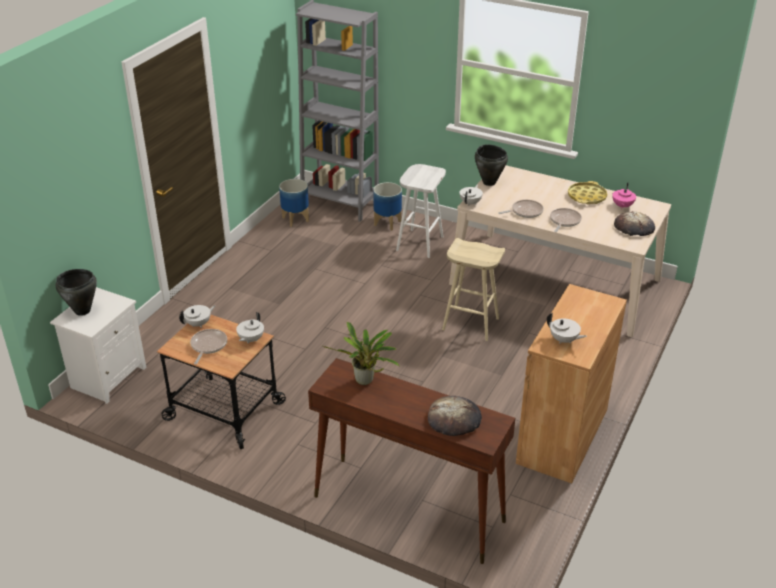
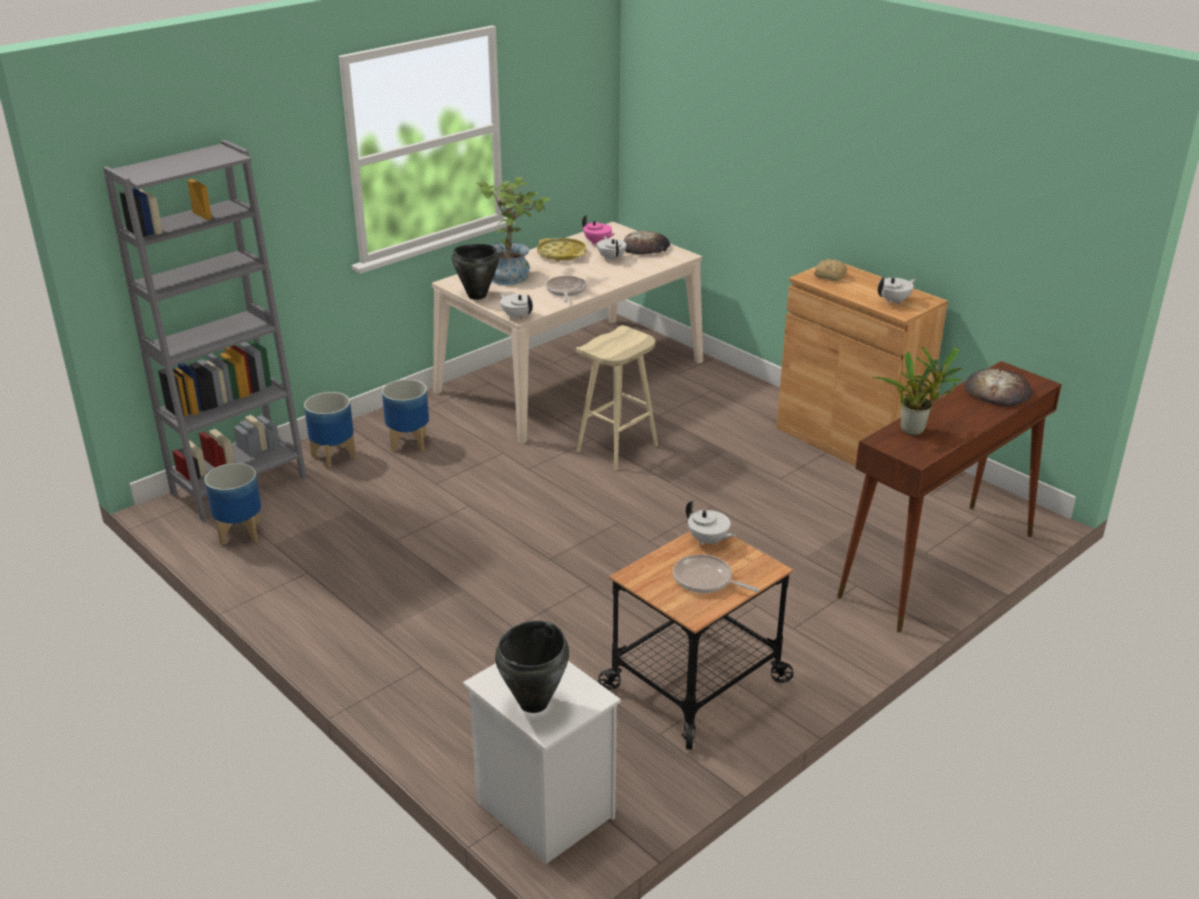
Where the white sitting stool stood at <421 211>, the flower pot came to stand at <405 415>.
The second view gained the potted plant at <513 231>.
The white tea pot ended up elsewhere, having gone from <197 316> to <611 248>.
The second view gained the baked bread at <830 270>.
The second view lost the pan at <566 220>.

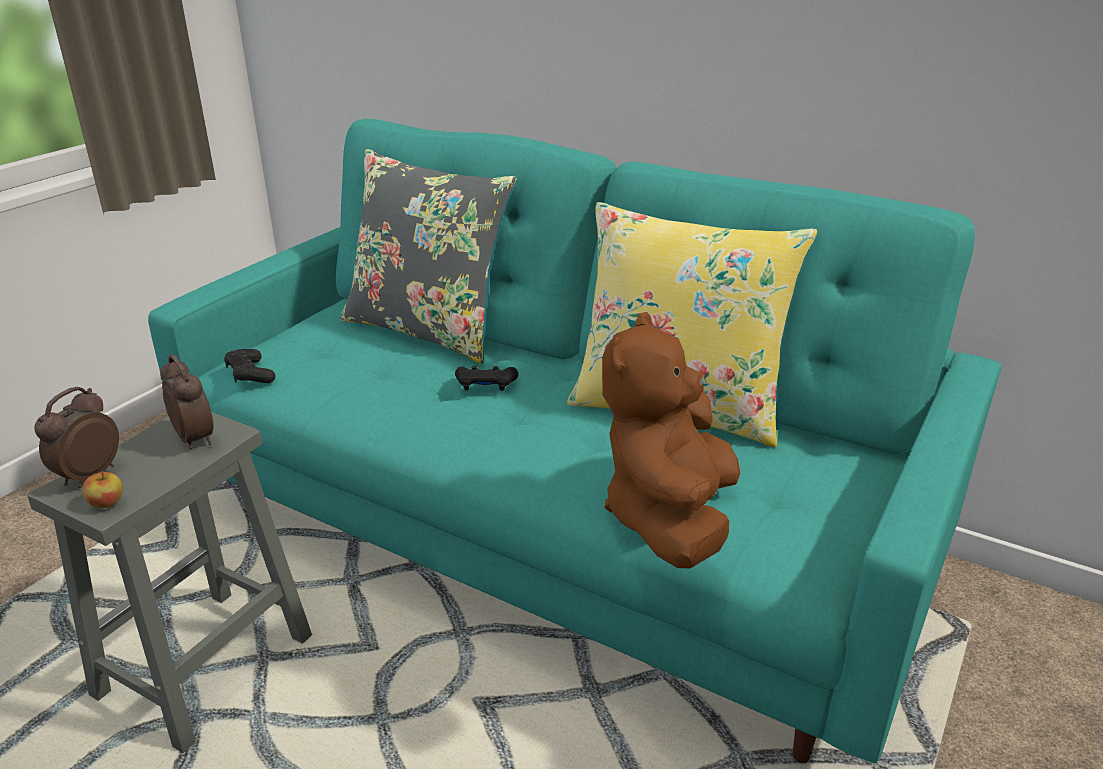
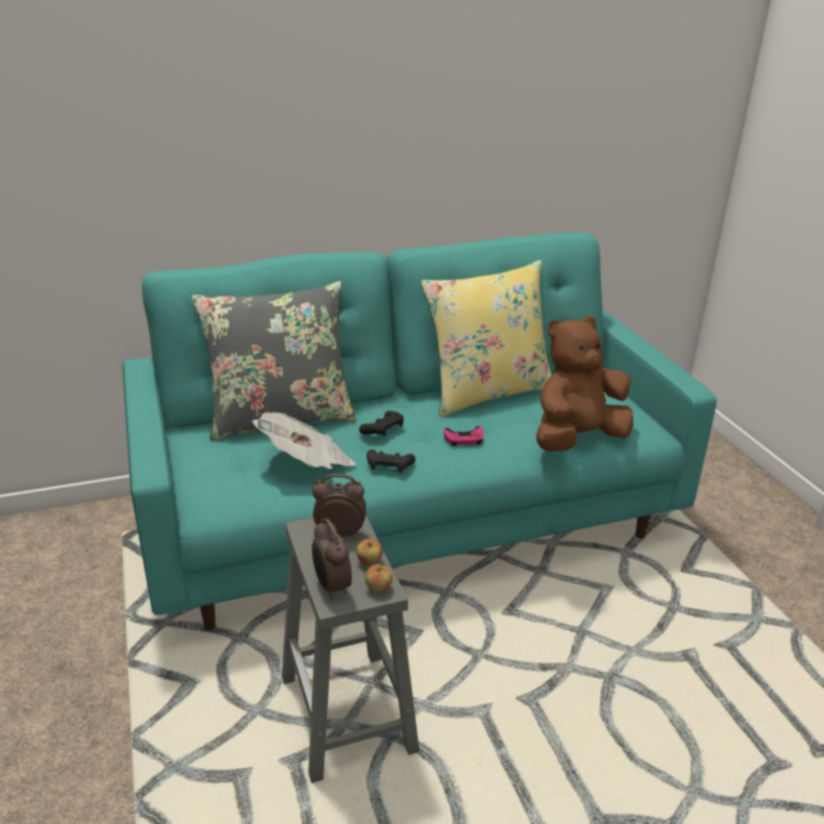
The second view gained the newspaper at <304 440>.
The second view gained the whole apple at <369 552>.
The blackish game controller ended up elsewhere, having gone from <249 366> to <391 461>.
The second view gained the pink-coloured game controller at <464 436>.
The brown soft toy at <671 440> ended up facing another way, 90 degrees clockwise from before.

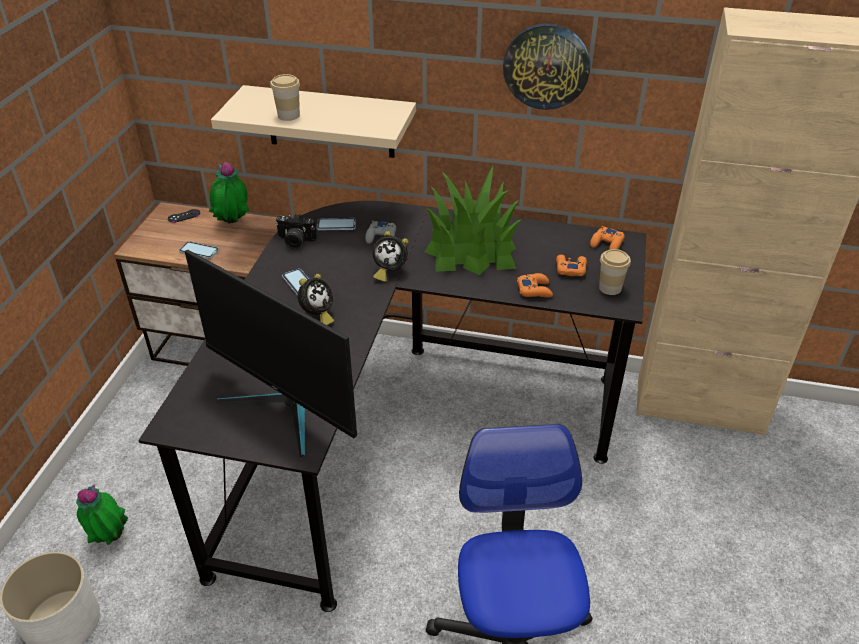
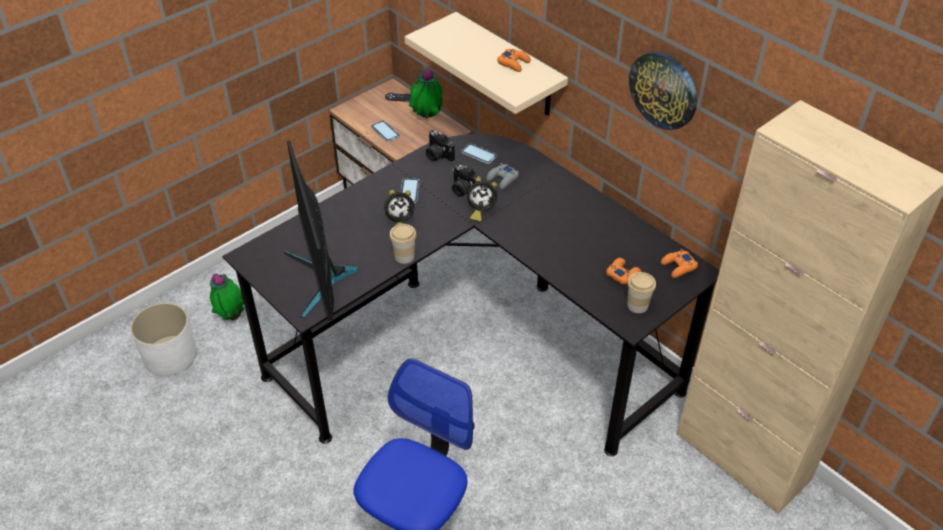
The drinking cup ended up elsewhere, having gone from <285 97> to <403 244>.
The second view gained the still camera at <467 180>.
The bedside clock at <390 256> ended up facing another way, 45 degrees counterclockwise from before.
The orange-coloured game controller ended up elsewhere, having gone from <535 285> to <514 60>.
The second view lost the potted plant at <473 220>.

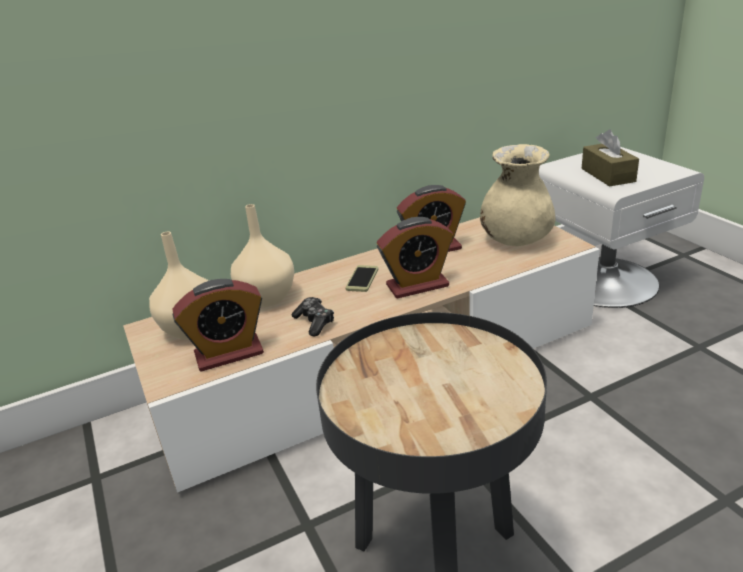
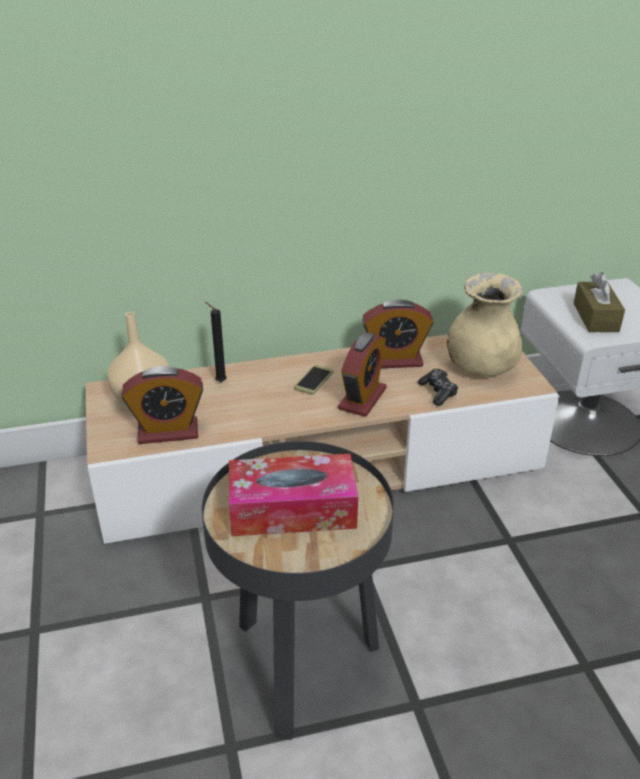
Where the beige-coloured vase stood at <262 255>, the blackish wax light came to stand at <216 342>.
The second view gained the tissue holder at <293 495>.
The bedside clock at <415 258> ended up facing another way, 60 degrees counterclockwise from before.
The game controller ended up elsewhere, having gone from <312 316> to <438 387>.

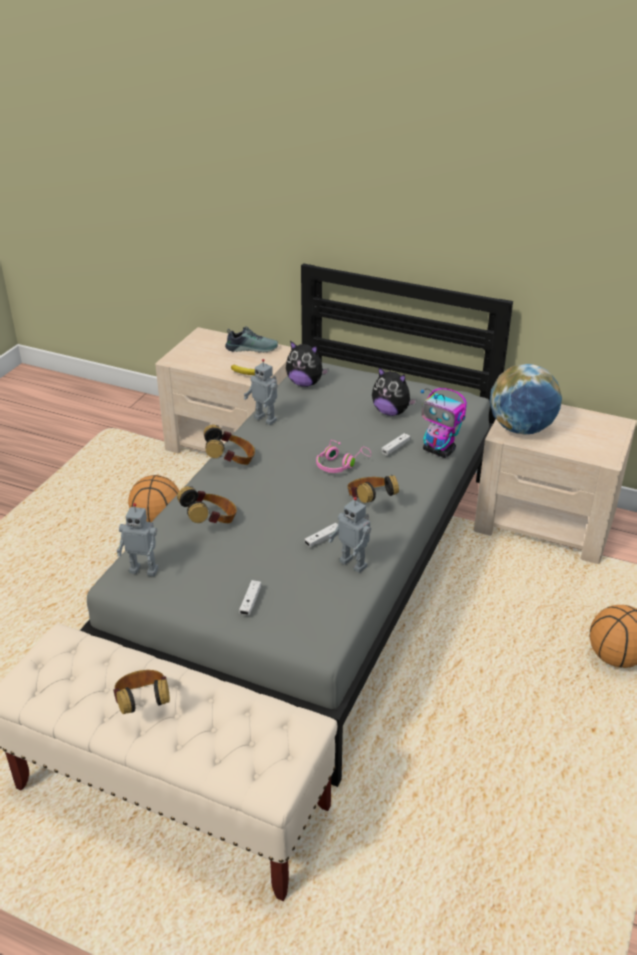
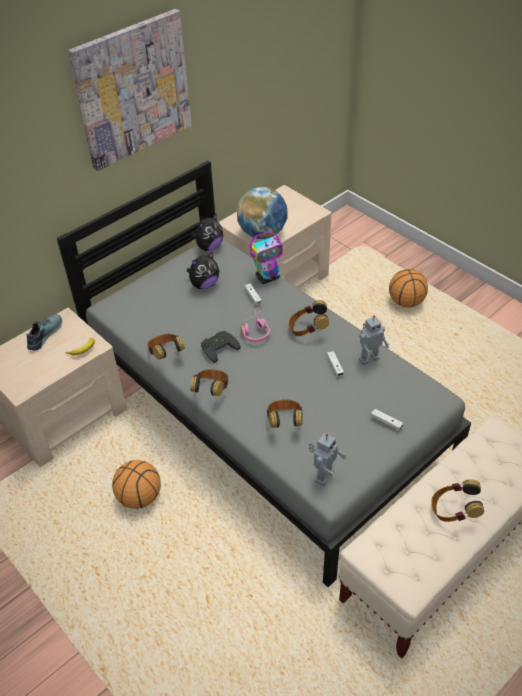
The second view gained the picture at <130 90>.
Where the model robot stood at <260 392>, the pair of headphones came to stand at <166 347>.
The soft toy ended up elsewhere, having gone from <307 364> to <207 232>.
The second view gained the blackish game controller at <221 347>.

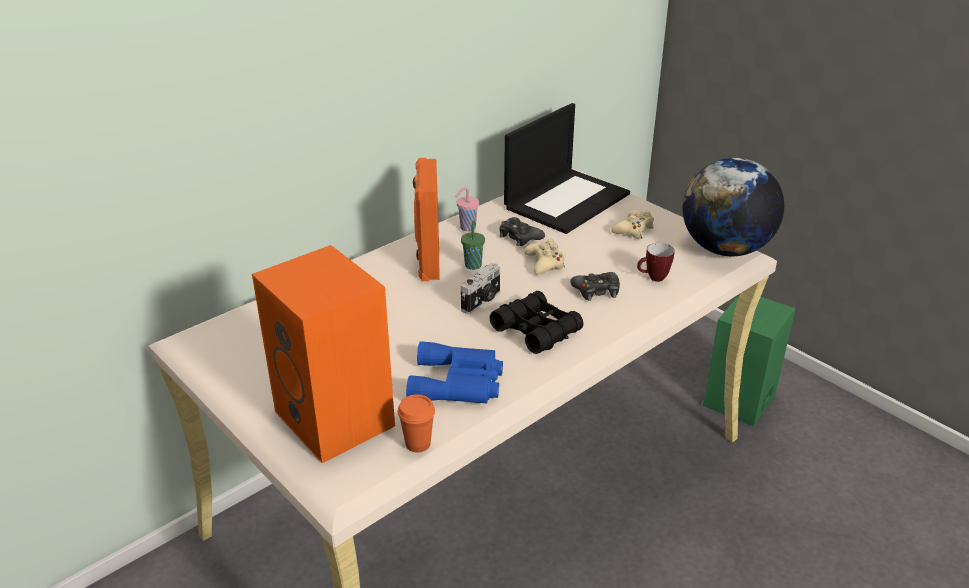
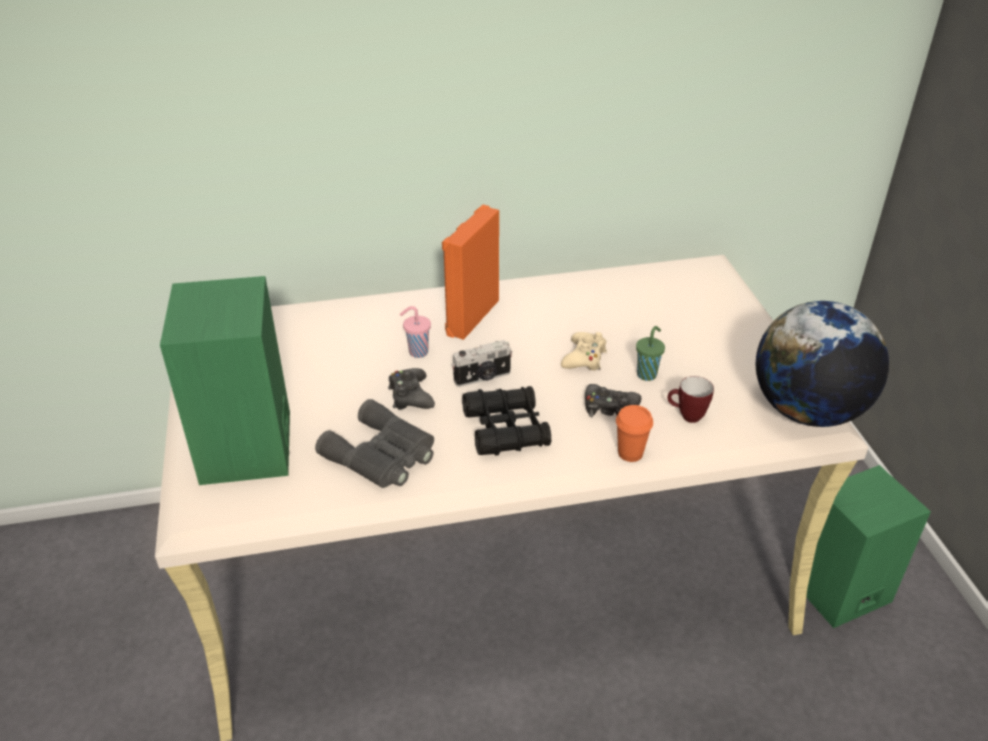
What was the orange-coloured loudspeaker at <323 354> turned into the green loudspeaker at <225 380>.
What was the blue field glasses at <454 372> turned into the gray field glasses at <374 443>.
The blackish game controller ended up elsewhere, having gone from <522 231> to <411 388>.
The pink-coloured drinking cup ended up elsewhere, having gone from <467 209> to <415 332>.
The orange-coloured drinking cup ended up elsewhere, having gone from <416 423> to <634 433>.
The green drinking cup ended up elsewhere, having gone from <473 245> to <650 353>.
The second view lost the portable computer at <567 168>.
The second view lost the beige-coloured game controller at <632 224>.

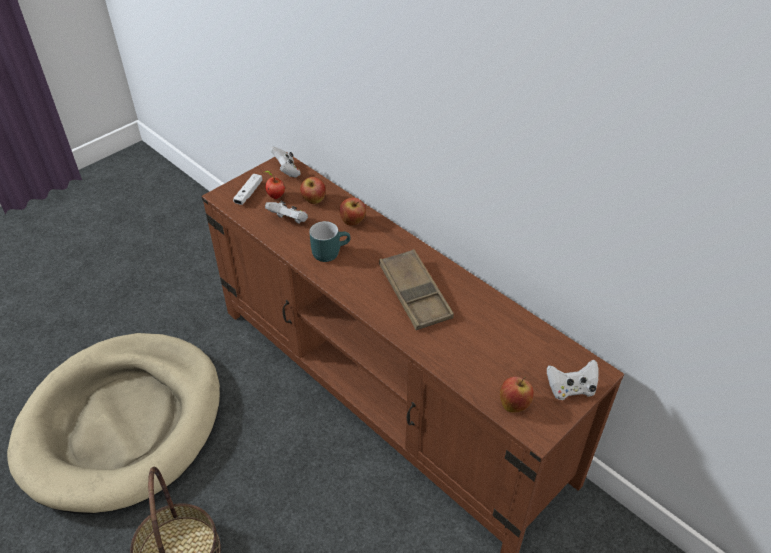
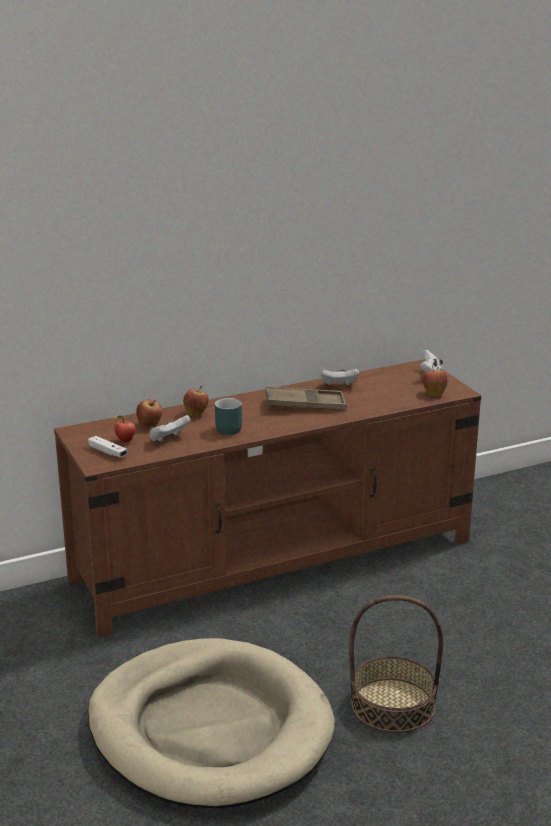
The white game controller ended up elsewhere, having gone from <285 162> to <339 377>.

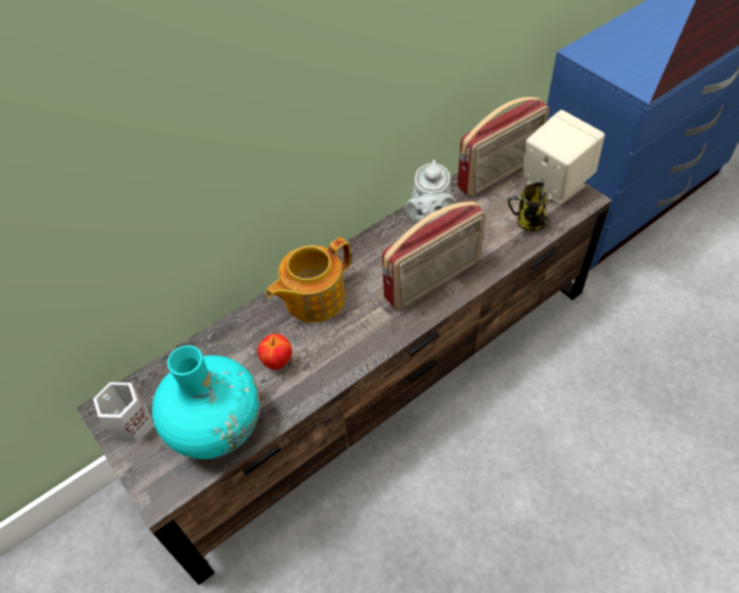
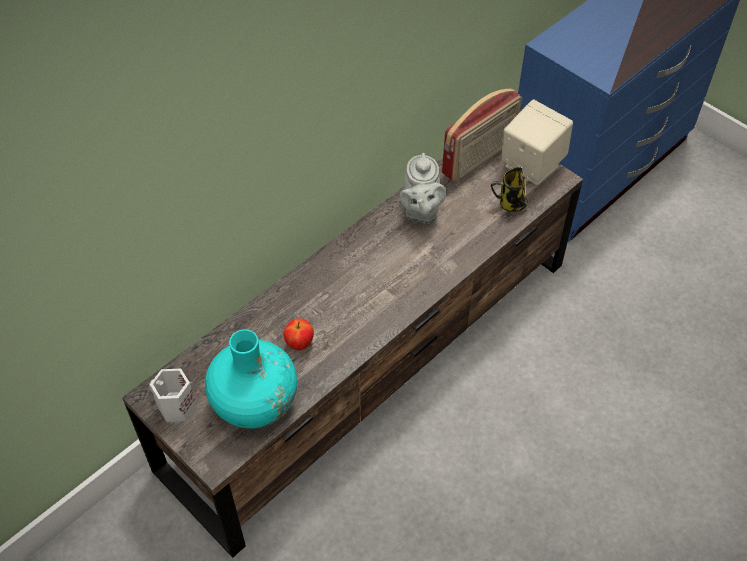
The second view lost the tea pot at <308 279>.
The second view lost the radio receiver at <433 255>.

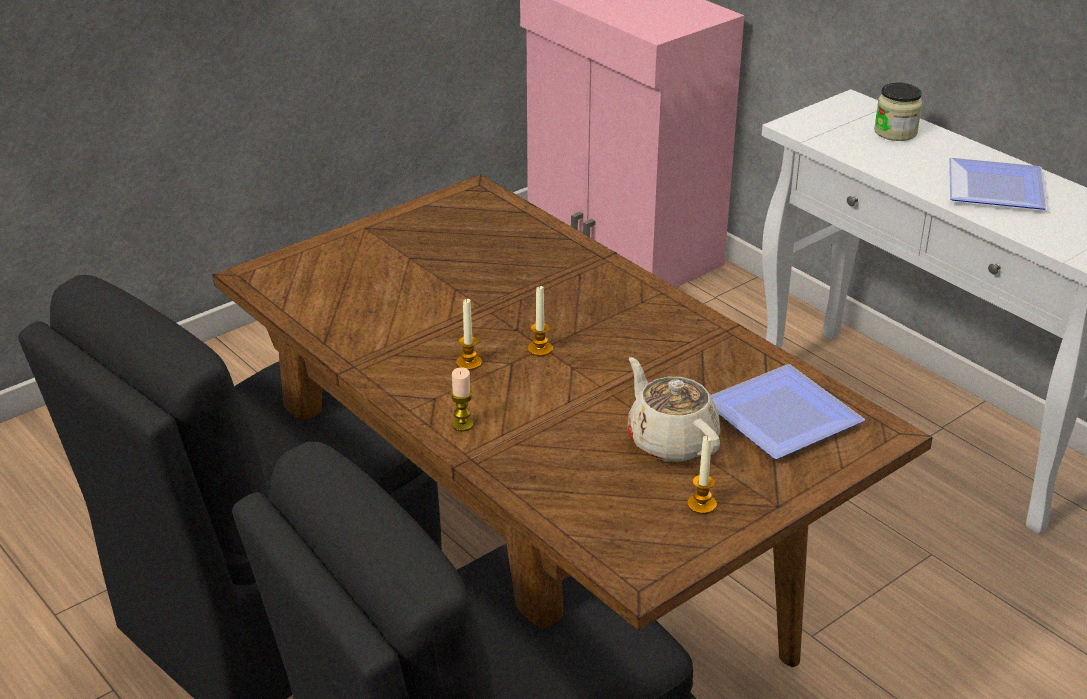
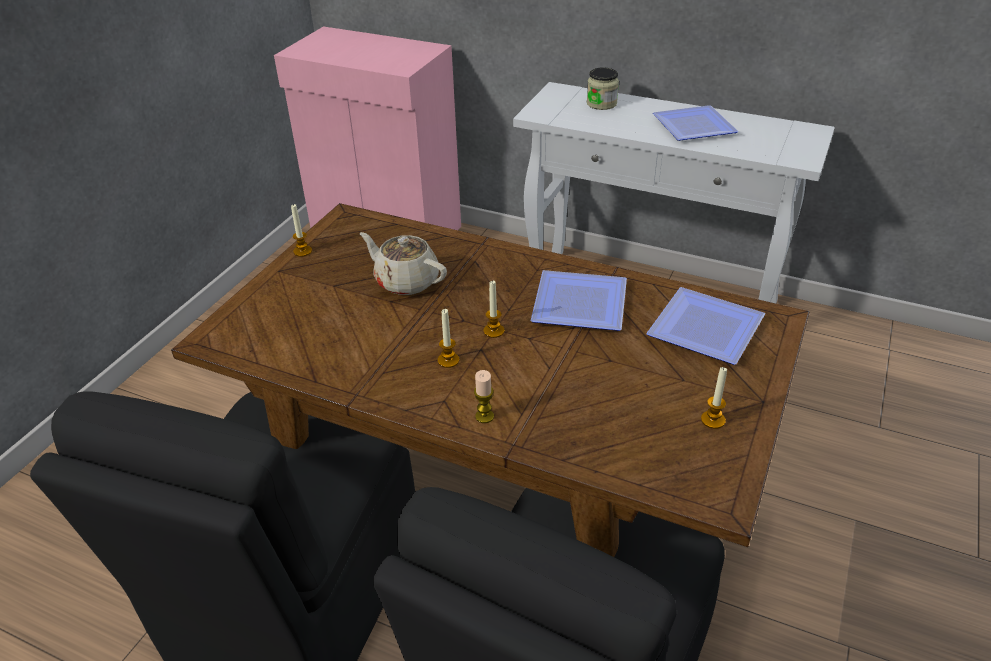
The second view gained the wax light at <301 230>.
The beige-coloured tea pot ended up elsewhere, having gone from <674 409> to <403 263>.
The second view gained the plate at <579 300>.

